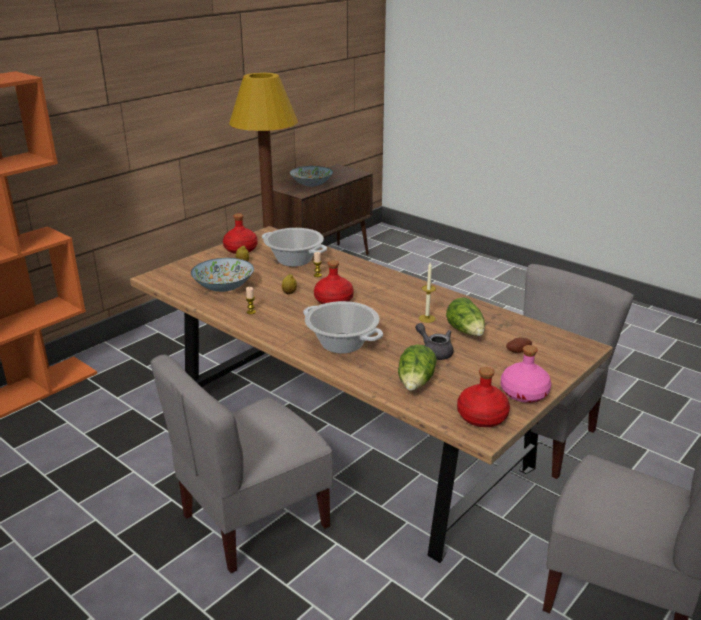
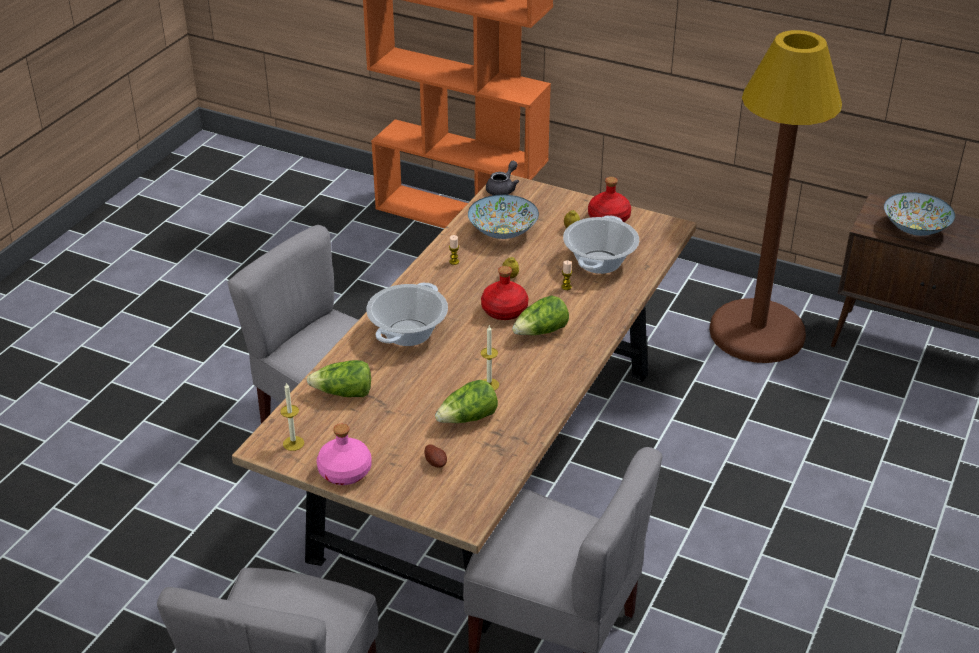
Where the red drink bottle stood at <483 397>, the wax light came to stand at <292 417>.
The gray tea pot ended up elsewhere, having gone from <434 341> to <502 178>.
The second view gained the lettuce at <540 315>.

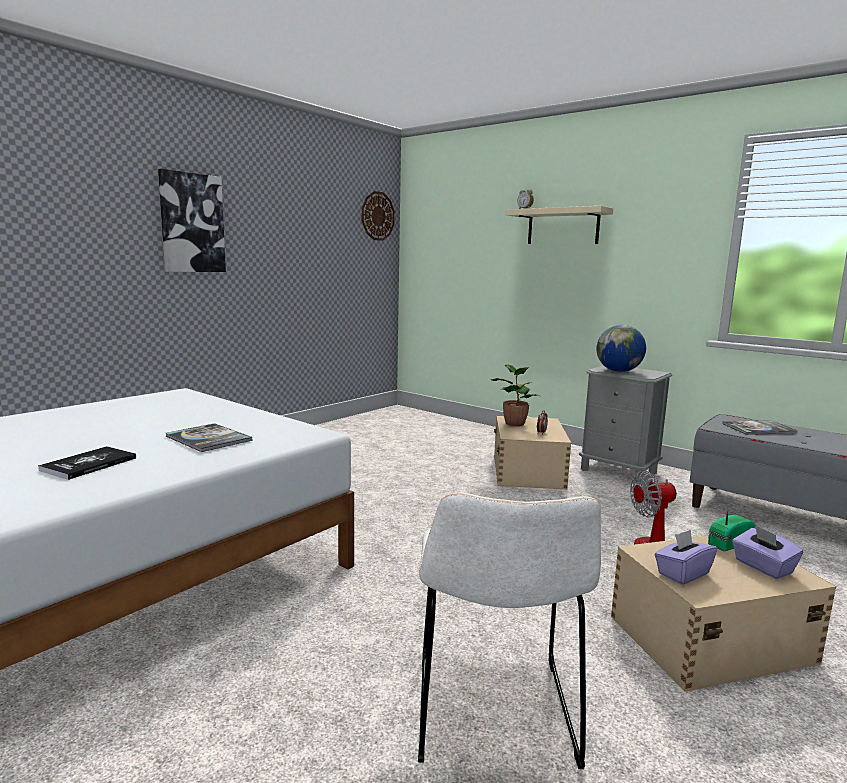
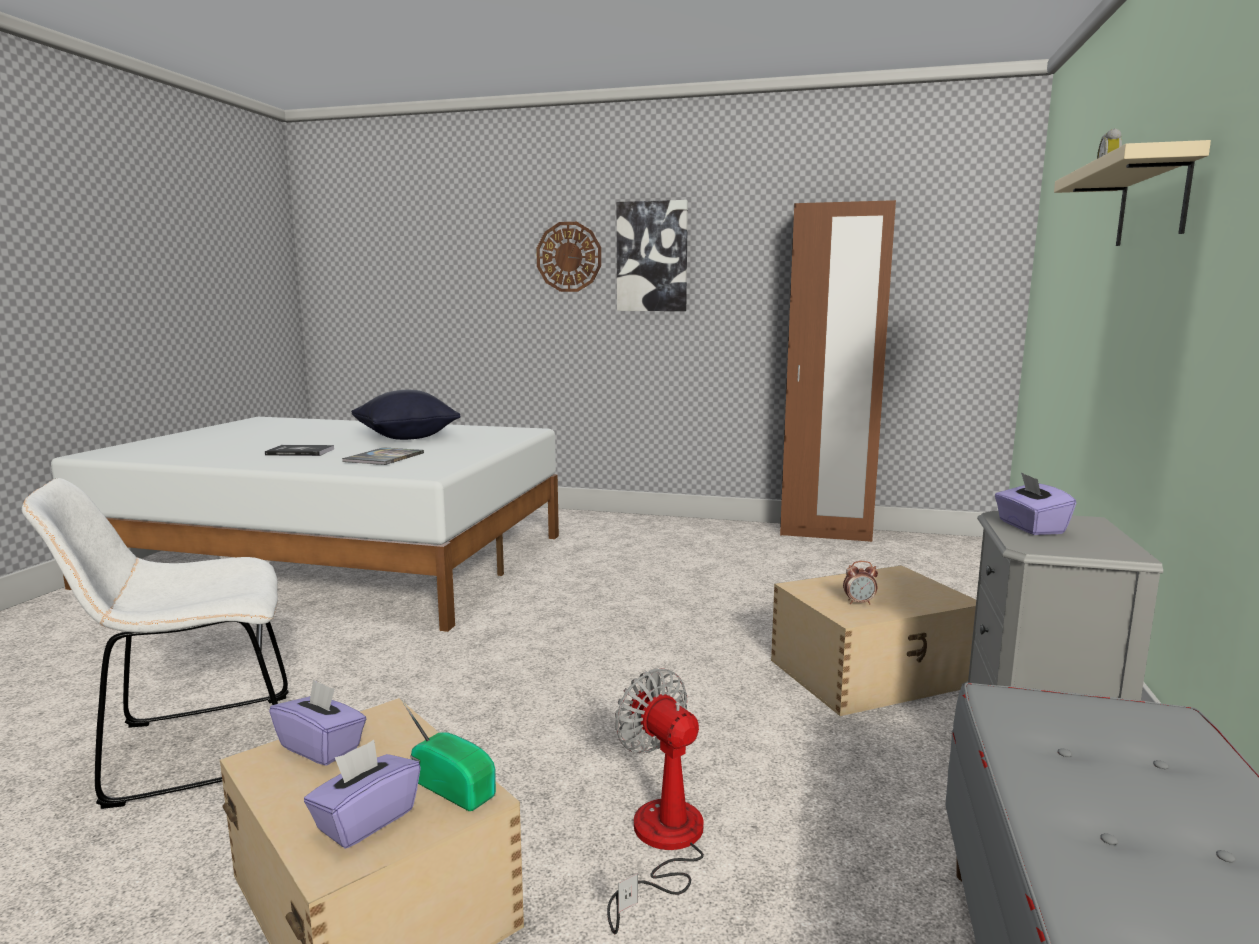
The second view gained the blackish cushion at <406 415>.
The hanging clock ended up elsewhere, having gone from <378 216> to <568 257>.
The second view gained the brown armoire at <838 371>.
Where the world globe stood at <621 348>, the purplish tissue holder came to stand at <1035 503>.
The second view lost the potted plant at <515 395>.
The second view lost the book at <760 427>.

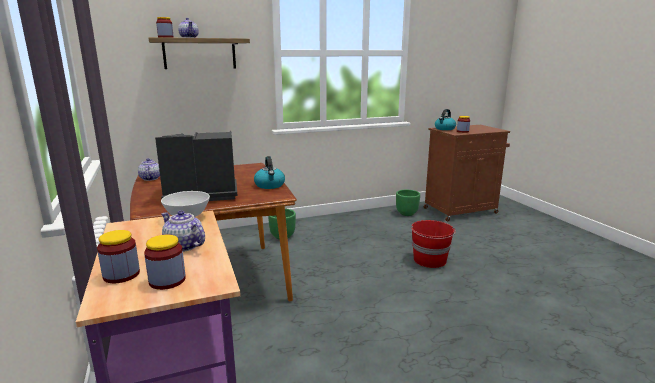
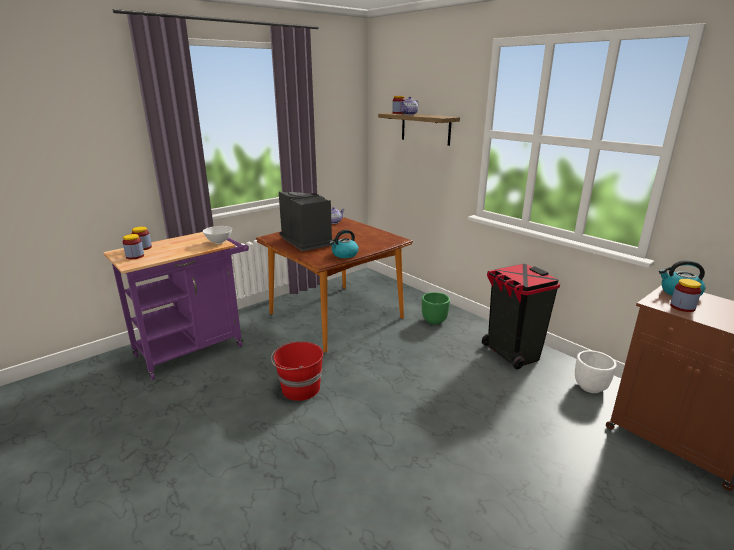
The red bucket ended up elsewhere, having gone from <433 244> to <297 371>.
The second view gained the blackish waste bin at <521 316>.
What was the green flower pot at <408 203> turned into the white flower pot at <596 371>.
The second view lost the tea pot at <183 231>.

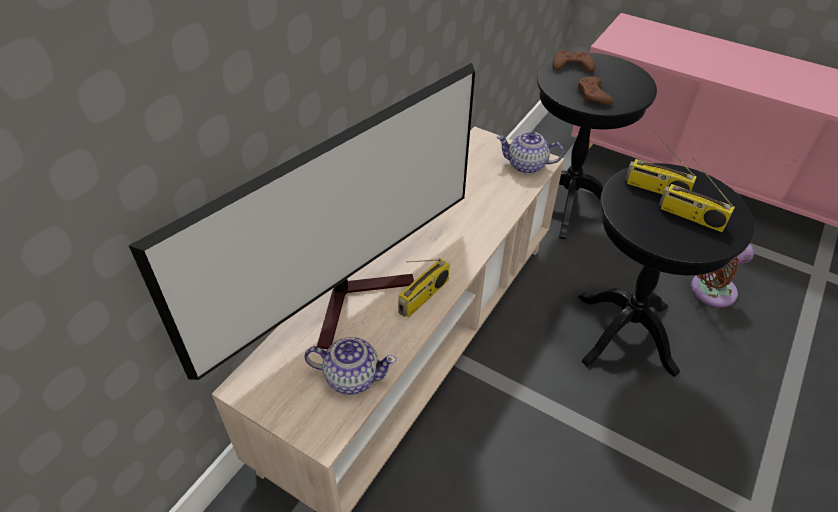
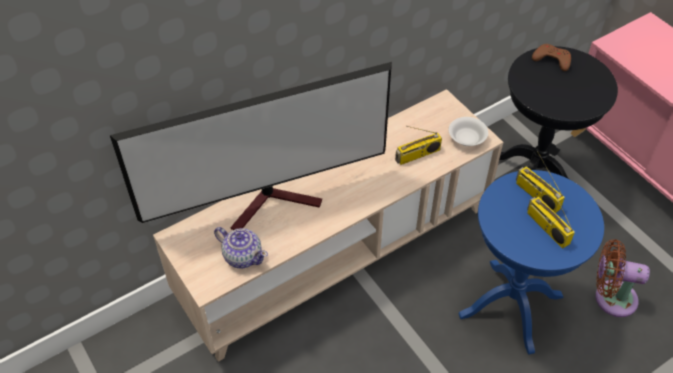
The radio receiver ended up elsewhere, having gone from <424 288> to <418 145>.
Where the tea pot stood at <530 153>, the white bowl came to stand at <468 131>.
What was the blackish end table at <666 270> turned into the blue end table at <531 262>.
The second view lost the brown game controller at <596 90>.

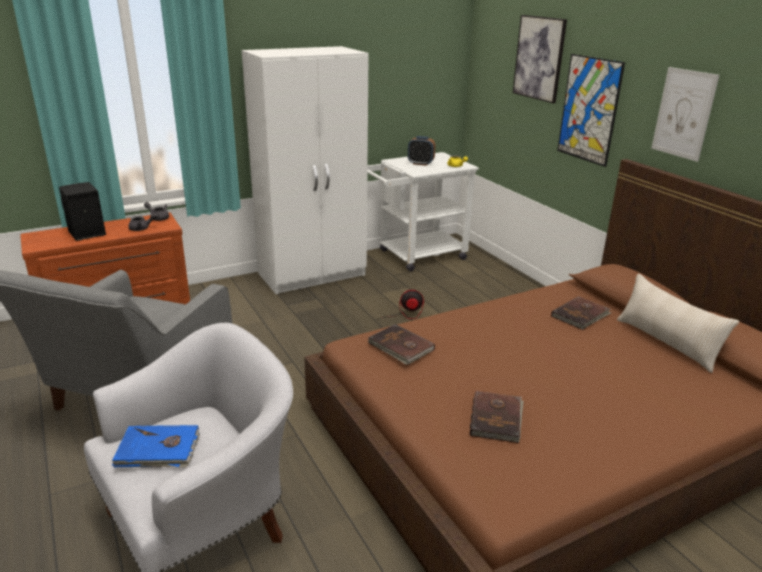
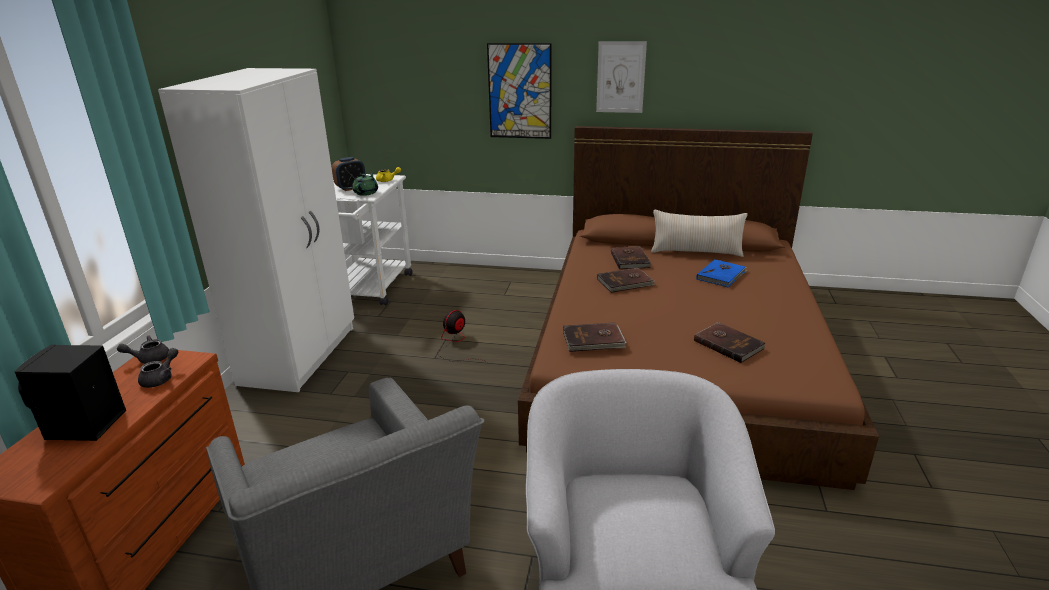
The second view gained the green tea pot at <365 184>.
The second view gained the brown book at <626 280>.
The blue book ended up elsewhere, having gone from <156 446> to <722 273>.
The second view lost the picture at <540 59>.

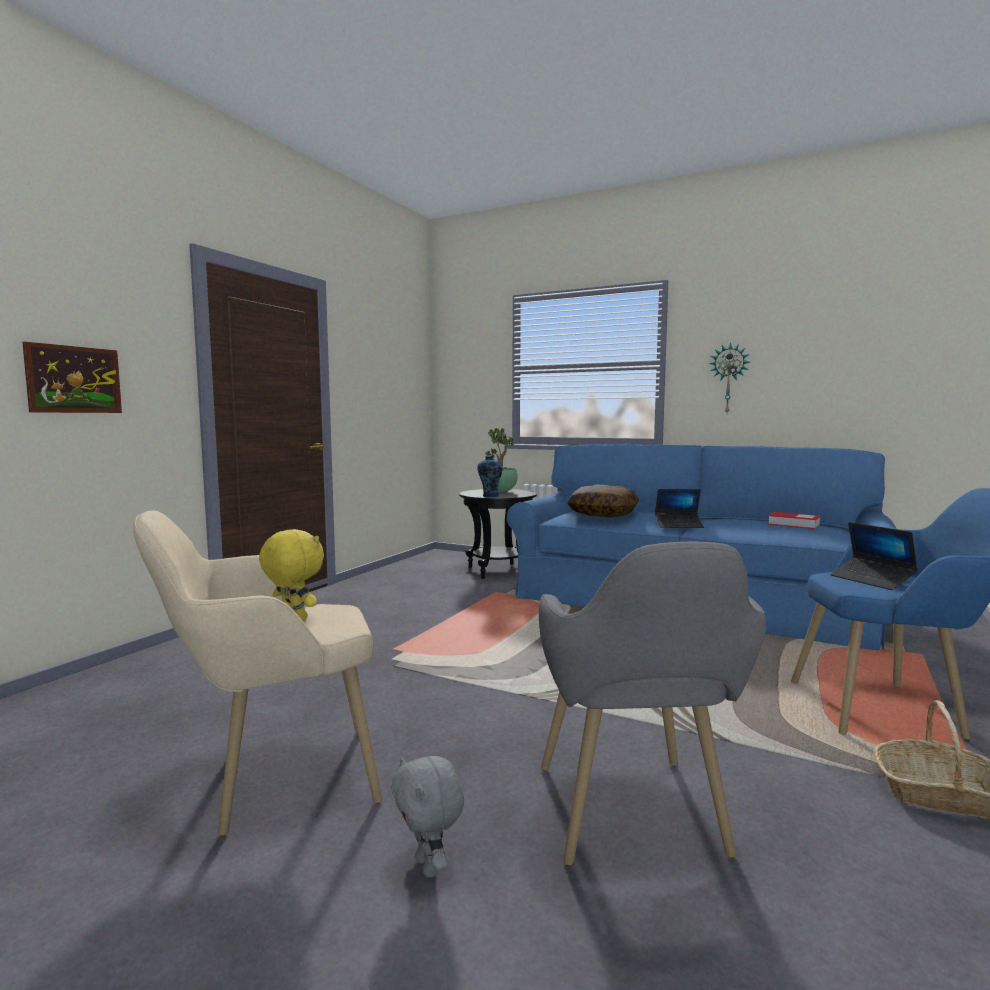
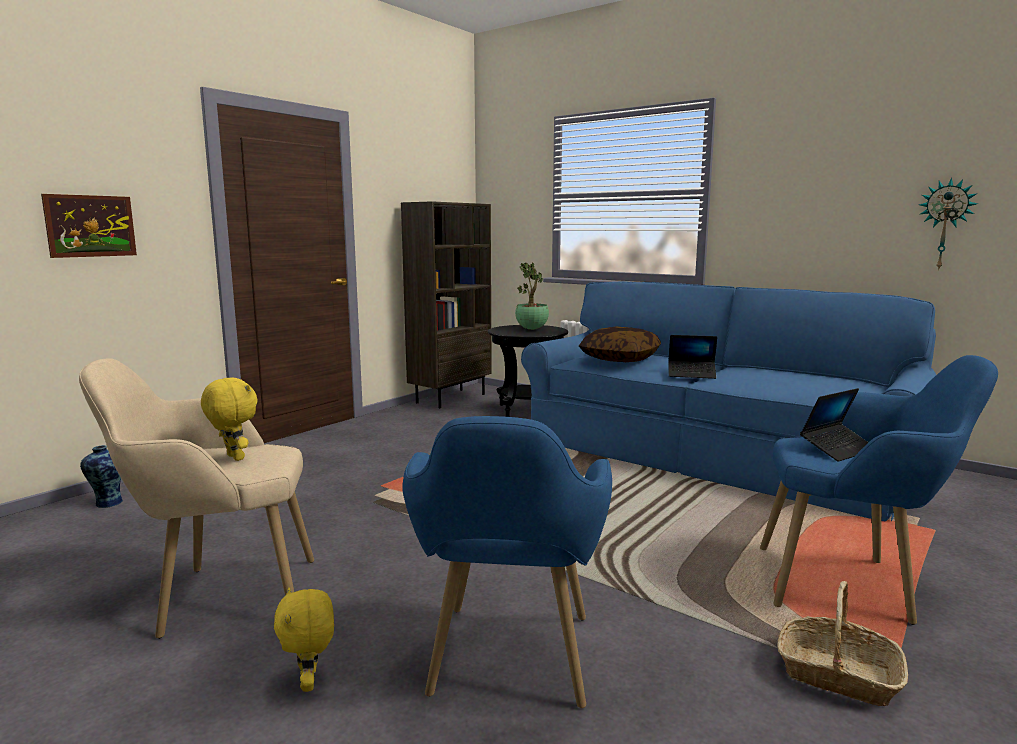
The vase ended up elsewhere, having gone from <490 476> to <101 476>.
What was the gray soft toy at <427 817> turned into the yellowish soft toy at <304 639>.
The second view gained the brown bookshelf at <446 304>.
What was the gray lounge chair at <652 703> turned into the blue lounge chair at <507 562>.
The portable computer at <874 556> ended up facing another way, 105 degrees counterclockwise from before.
The hanging clock ended up elsewhere, having gone from <729 377> to <948 224>.
The second view lost the book at <794 520>.

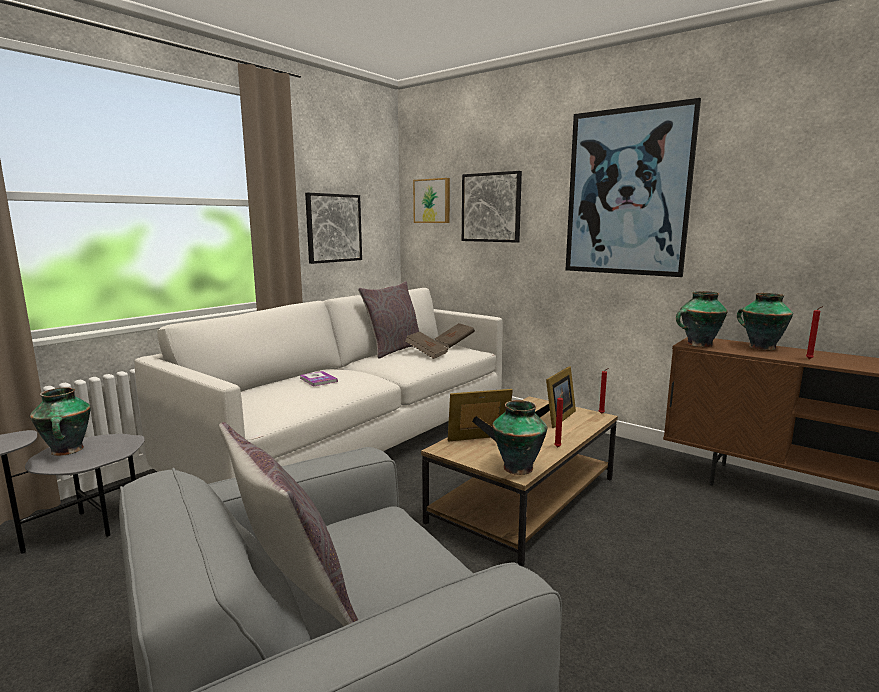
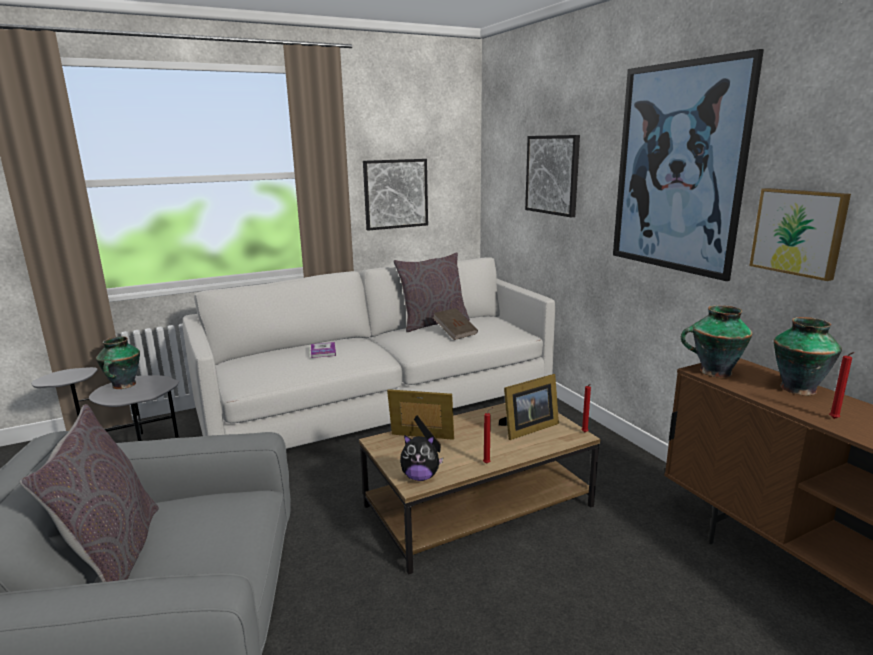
Where the vase stood at <519 437>, the soft toy came to stand at <421 458>.
The picture ended up elsewhere, having gone from <431 200> to <800 234>.
The second view lost the brown book at <455 335>.

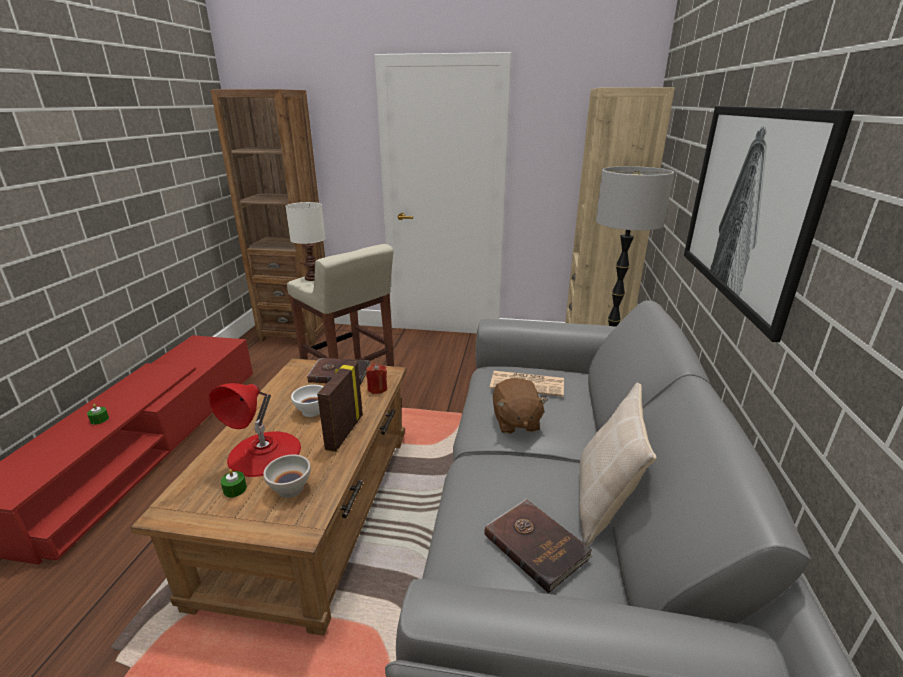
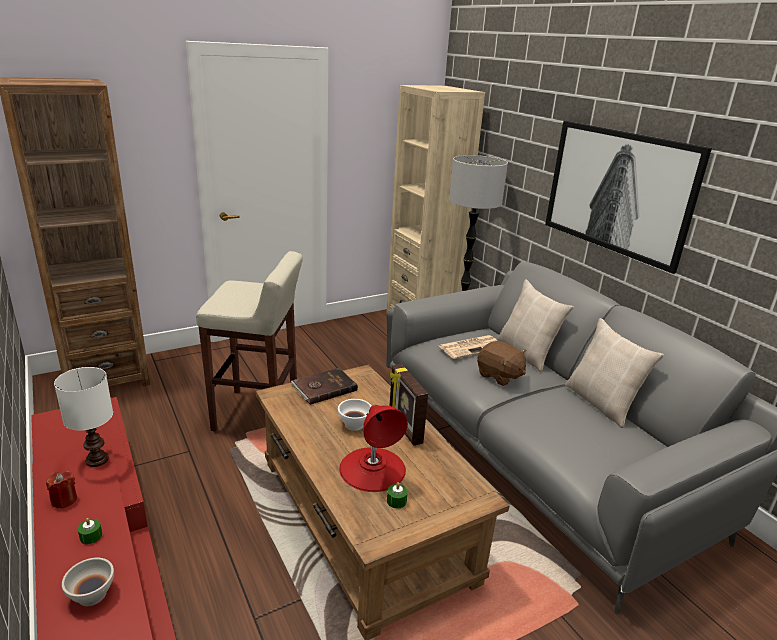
The red wax light ended up elsewhere, having gone from <376 378> to <61 490>.
The white tabletop lamp ended up elsewhere, having gone from <305 241> to <83 417>.
The white bowl ended up elsewhere, having gone from <287 476> to <88 582>.
The second view gained the beige-coloured cushion at <535 325>.
The second view lost the brown book at <538 545>.

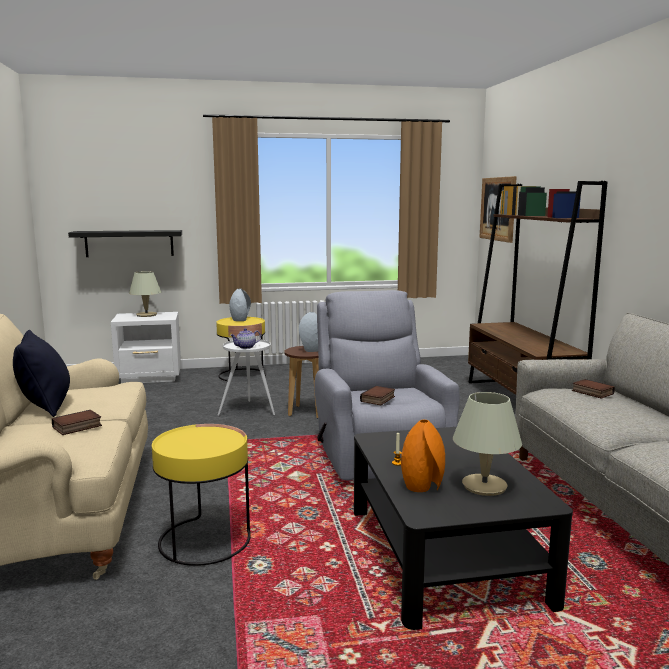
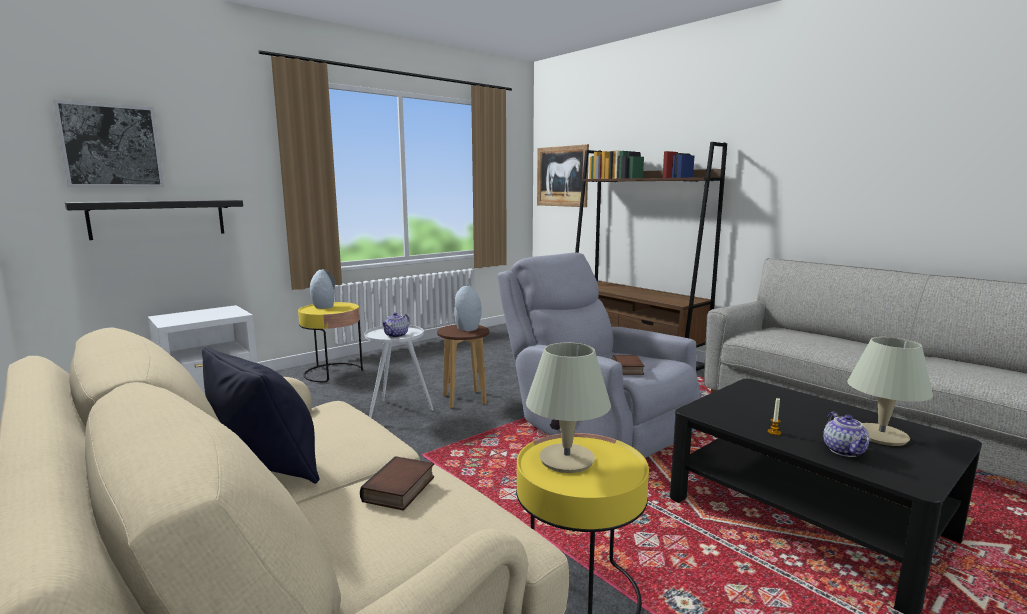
The second view gained the picture at <108 143>.
The beige-coloured tabletop lamp ended up elsewhere, having gone from <145 294> to <568 408>.
Where the orange-coloured vase stood at <423 456>, the tea pot came to stand at <846 434>.
The second view lost the book at <593 389>.

